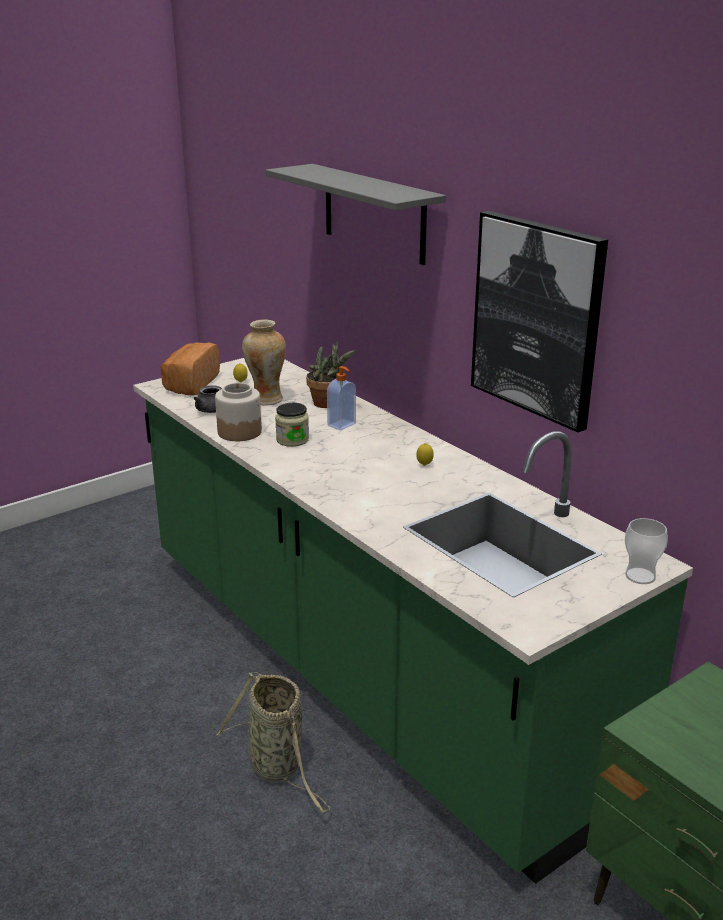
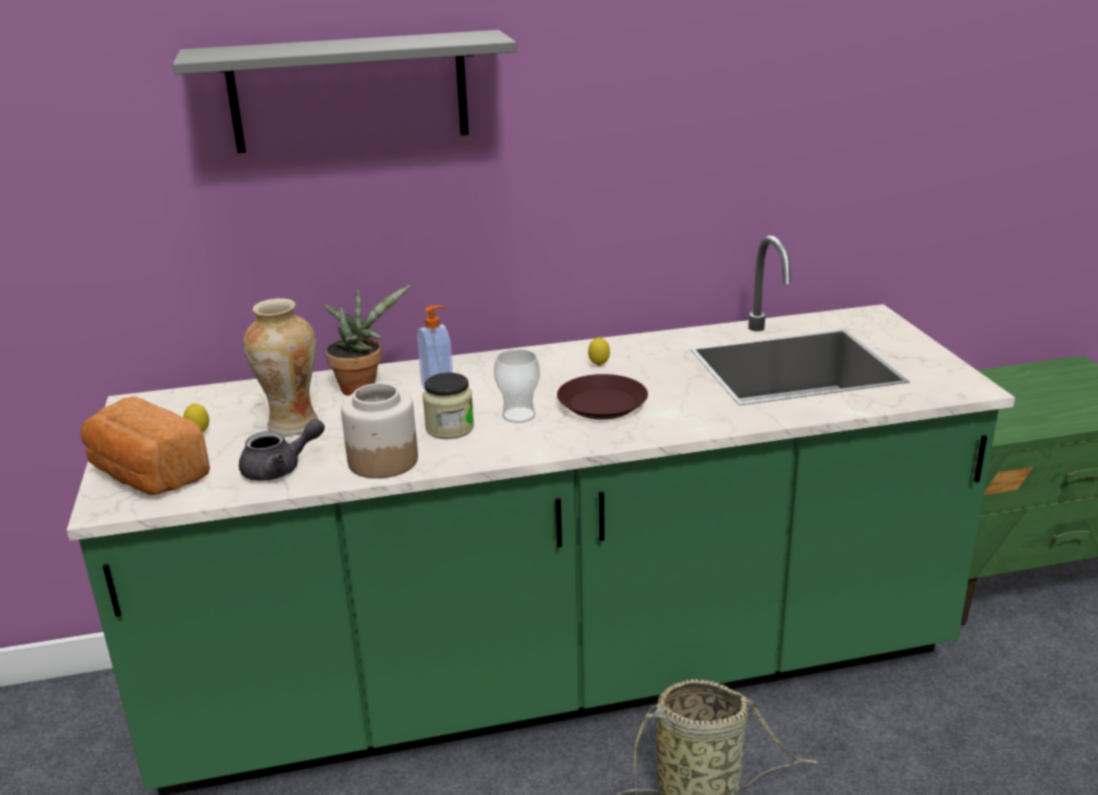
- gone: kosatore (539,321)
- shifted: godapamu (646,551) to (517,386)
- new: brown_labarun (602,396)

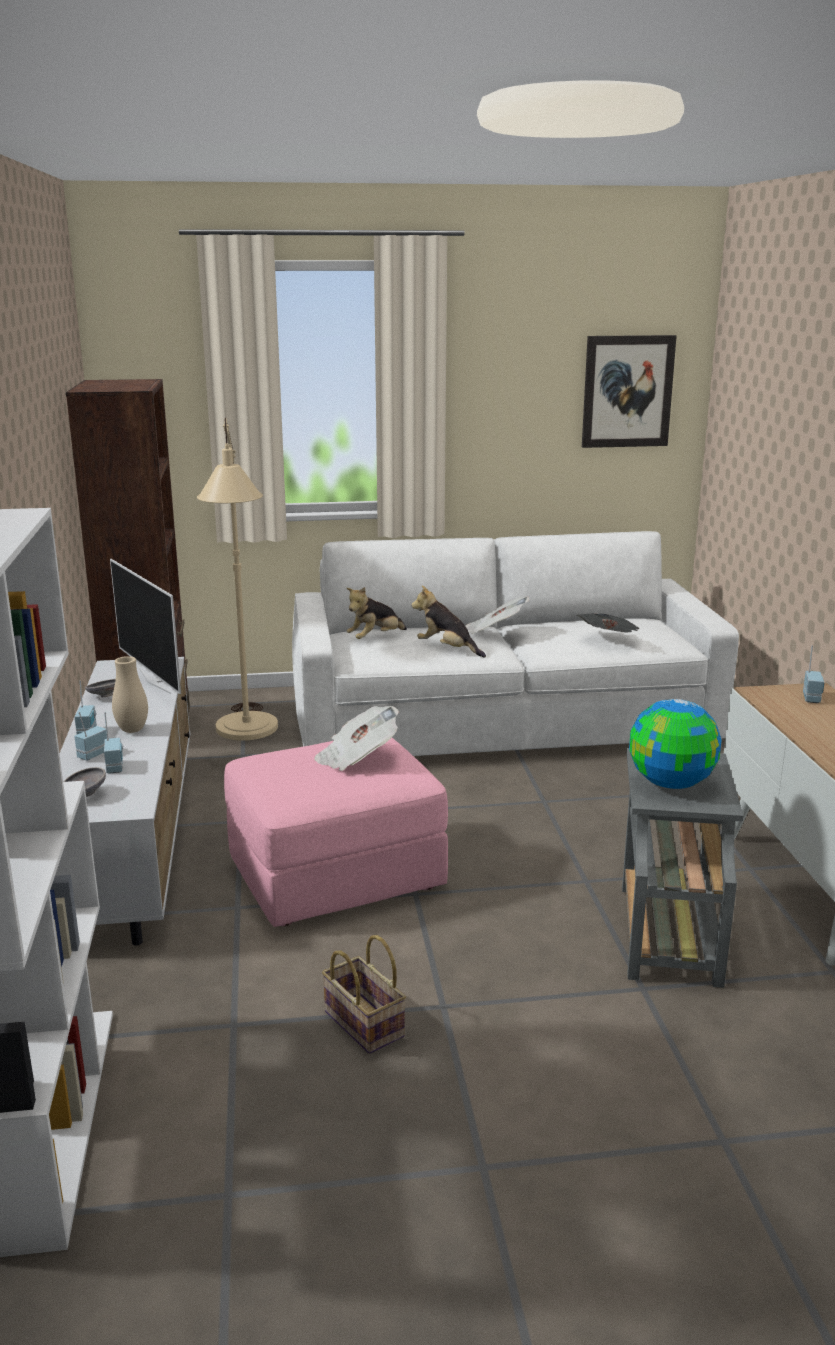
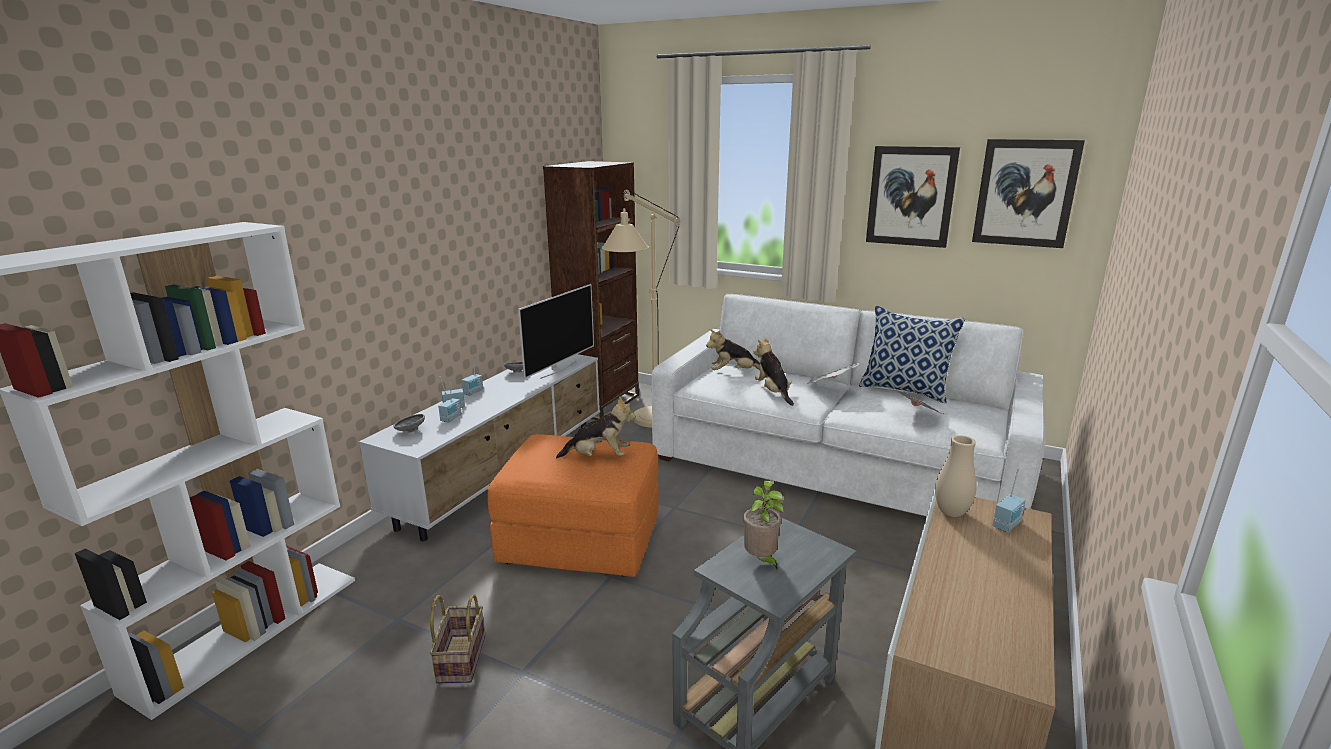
- rotated: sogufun (145,626) = (556,331) 150 degrees counterclockwise
- shifted: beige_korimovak (130,694) to (956,476)
- repainted: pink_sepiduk (336,832) to orange_sepiduk (573,505)
- swapped: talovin (356,738) to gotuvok (596,427)
- swapped: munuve (675,744) to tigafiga (763,525)
- new: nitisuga (912,354)
- new: kosatore (913,197)

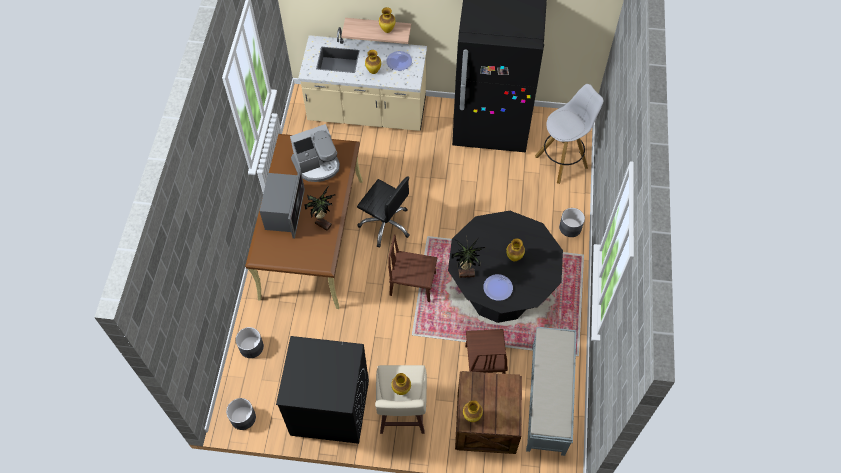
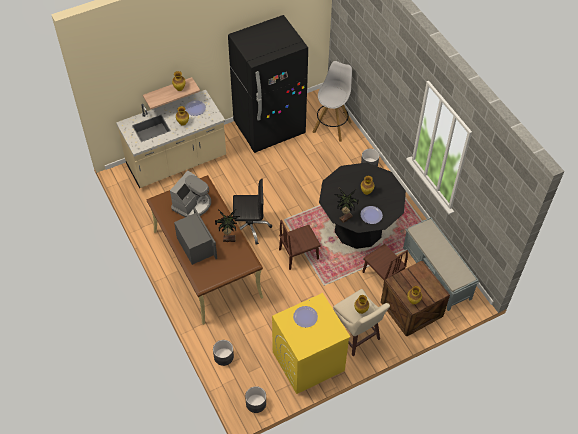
- repainted: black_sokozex (322,390) to yellow_sokozex (311,343)
- new: labarun (305,317)

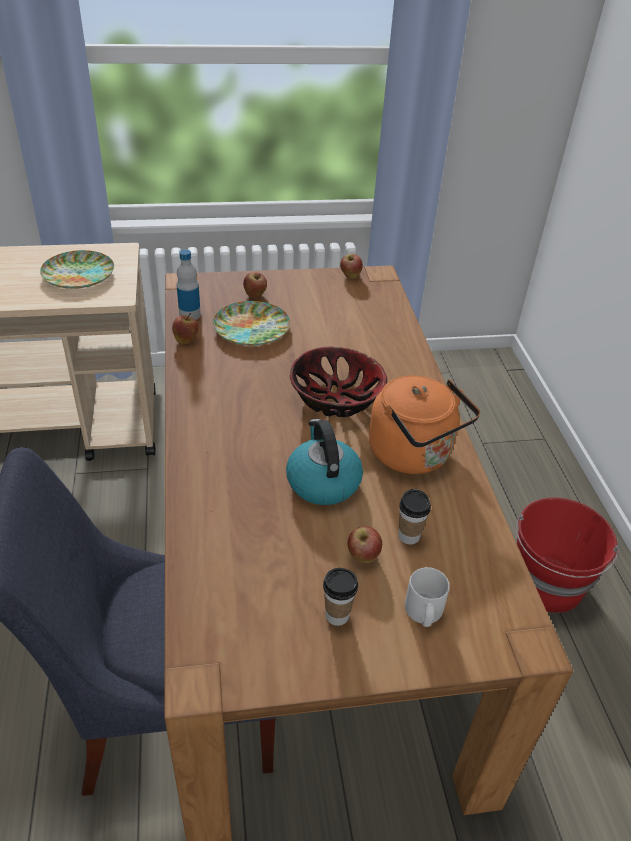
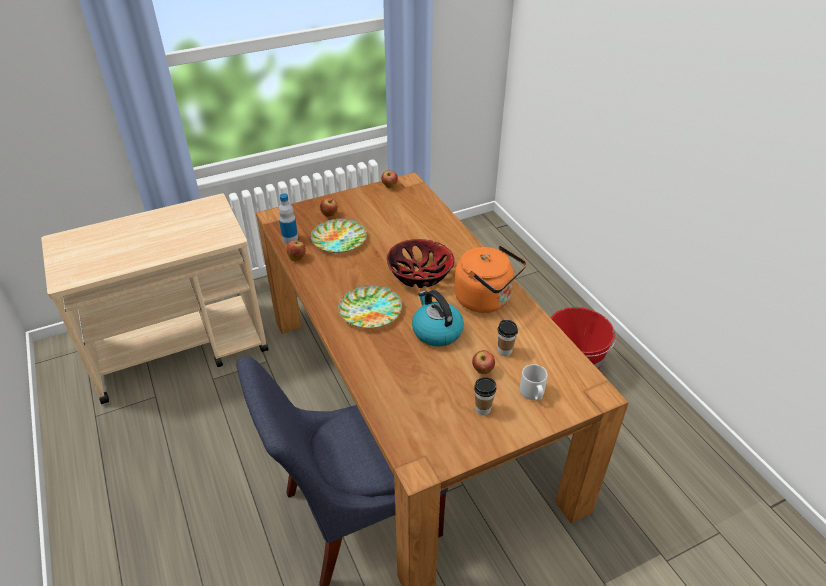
- shifted: labarun (77,269) to (370,307)

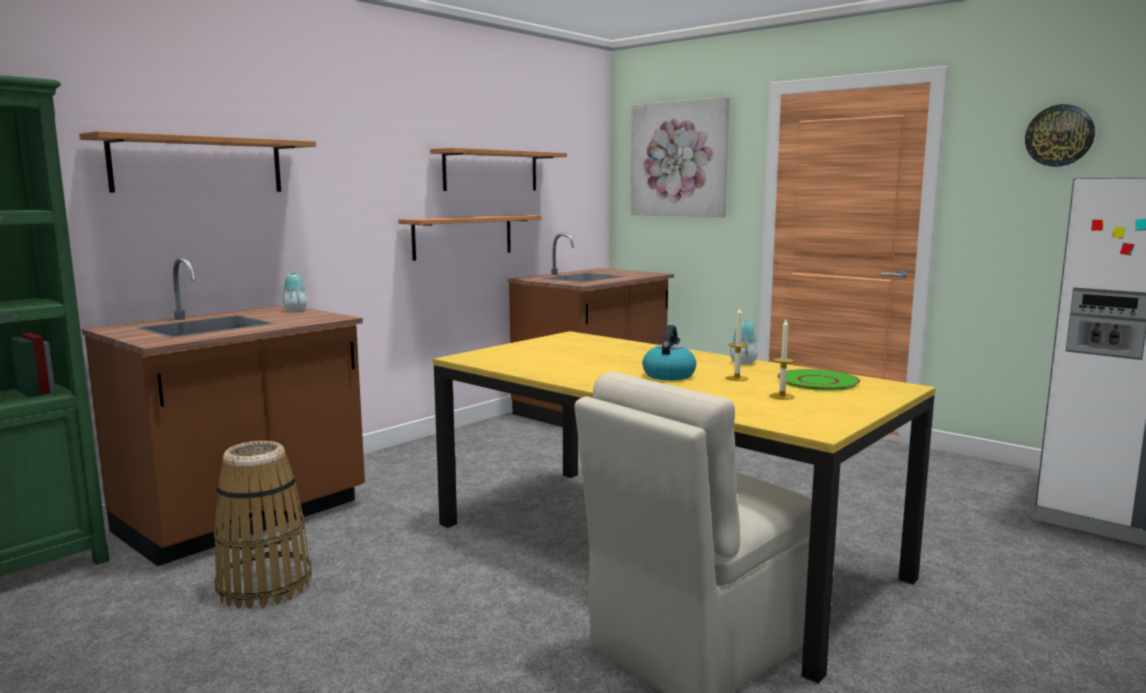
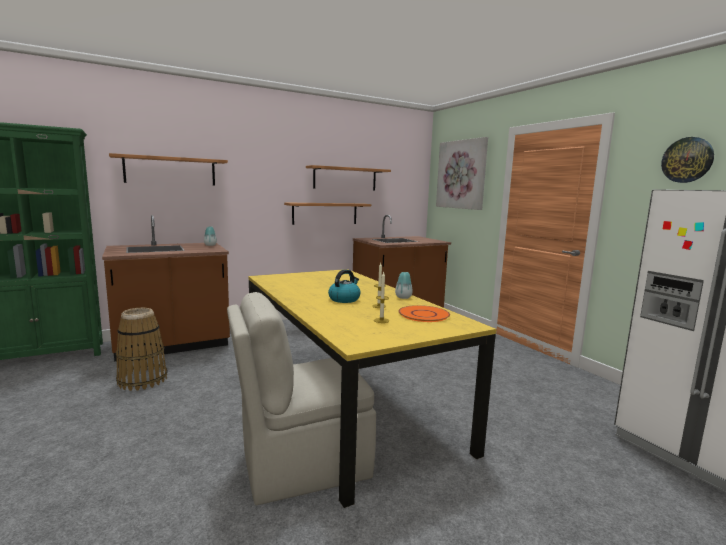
- repainted: green_labarun (818,380) to orange_labarun (424,313)

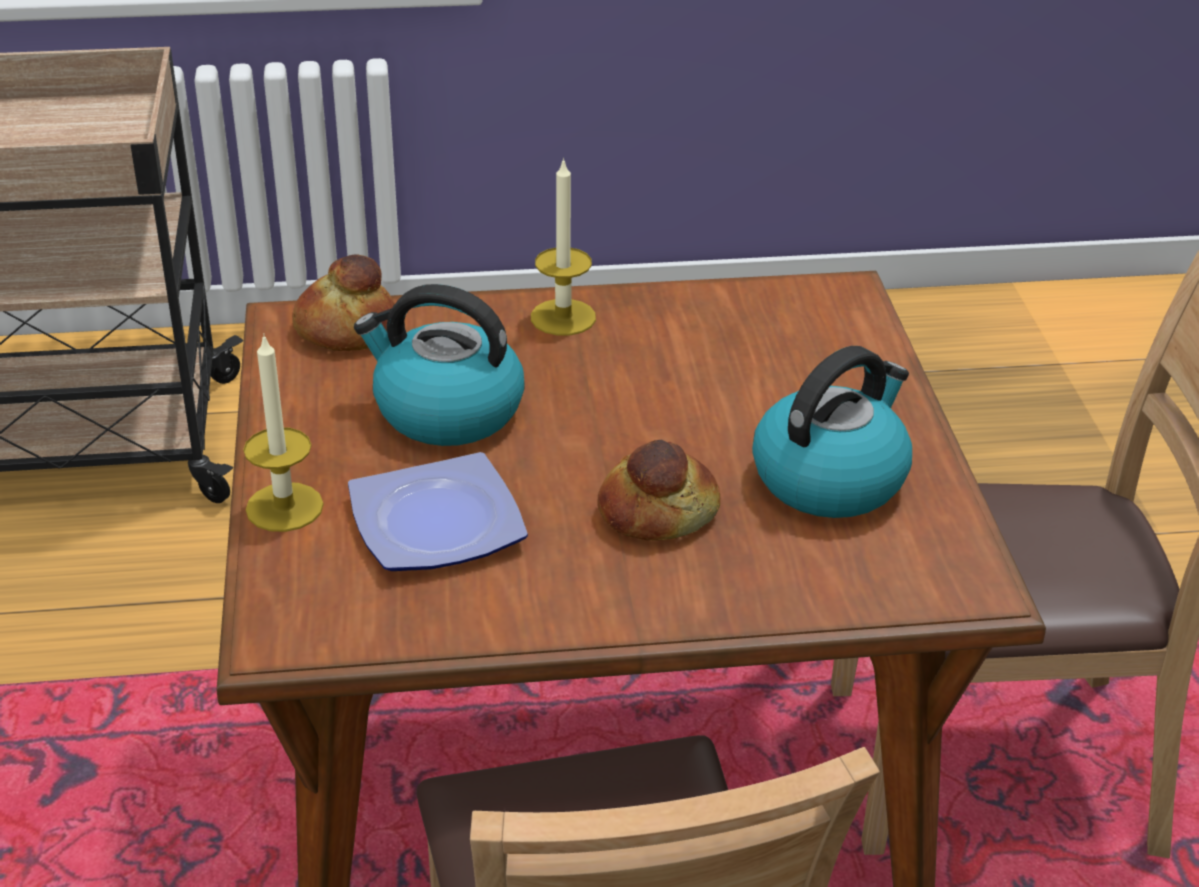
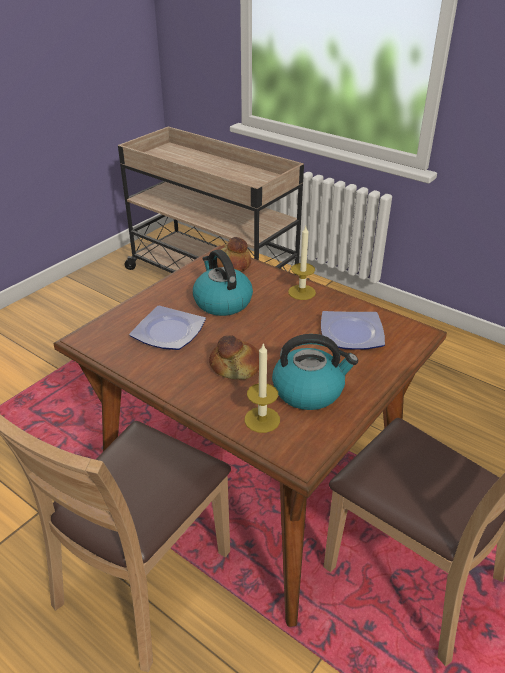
- shifted: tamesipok (283,432) to (262,388)
- new: labarun (353,330)

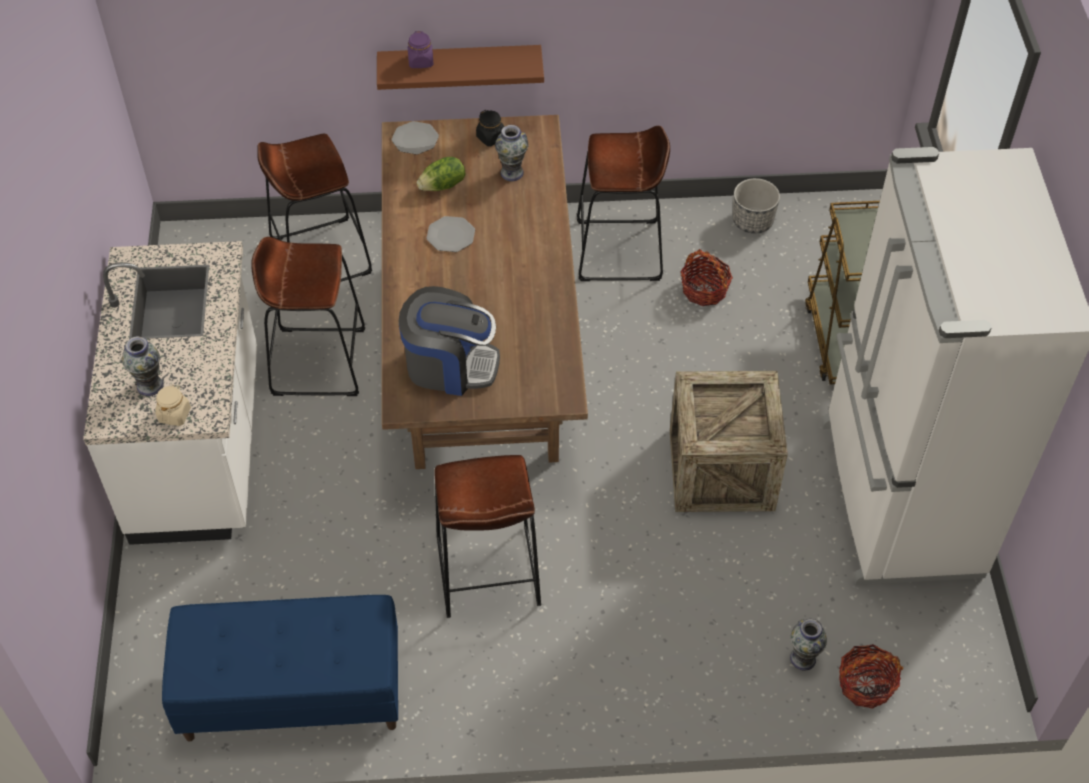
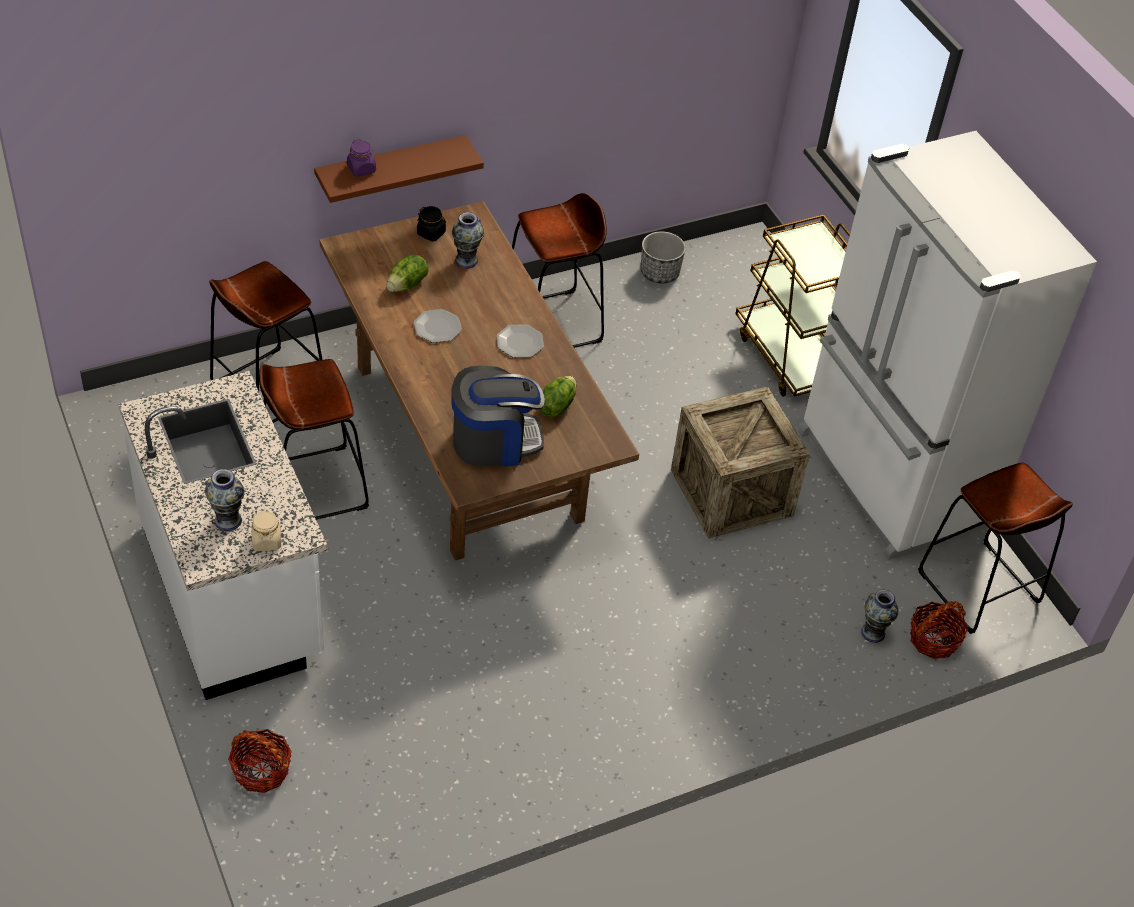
- gone: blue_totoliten (280,668)
- shifted: labarun (415,138) to (520,341)
- shifted: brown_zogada (487,536) to (995,548)
- shifted: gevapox (707,277) to (260,761)
- new: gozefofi (556,396)

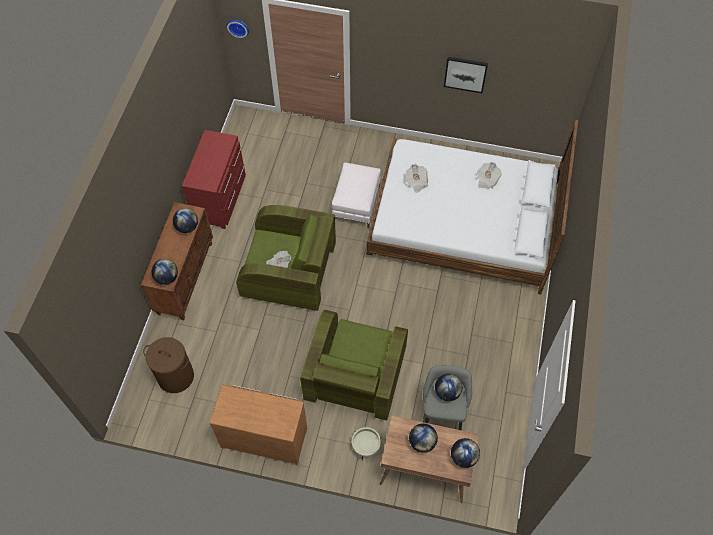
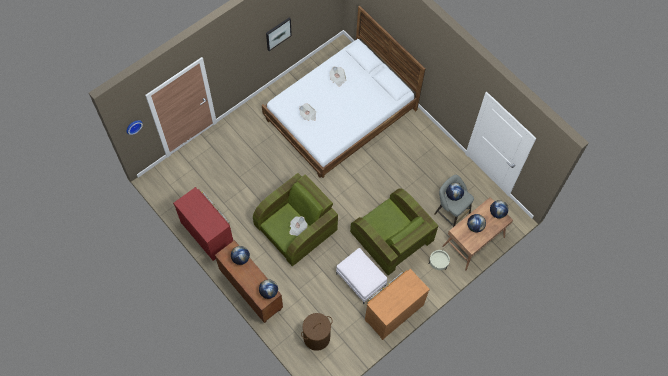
- shifted: white_sepiduk (356,195) to (361,276)

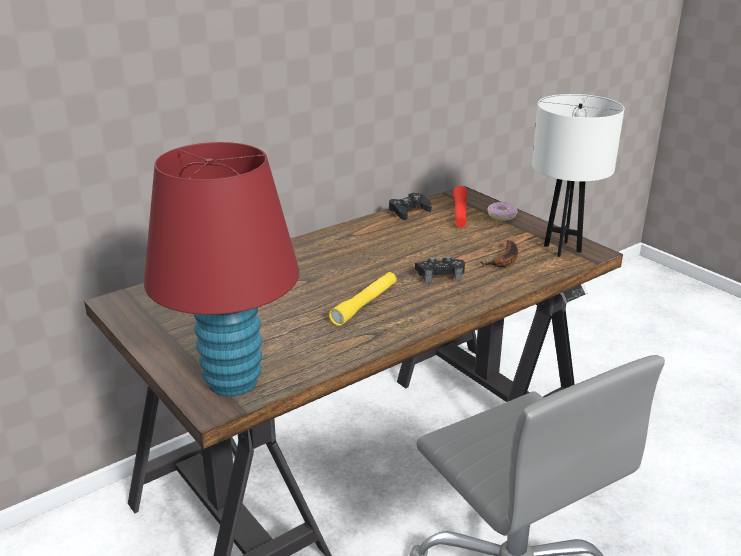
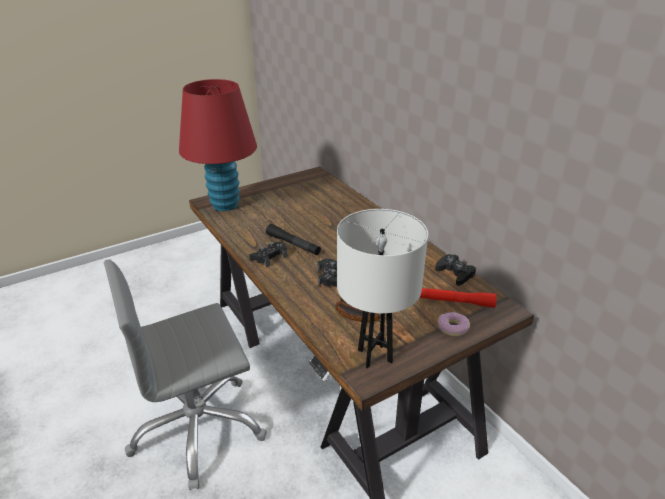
- repainted: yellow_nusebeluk (363,299) to black_nusebeluk (293,239)
- new: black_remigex (268,254)

